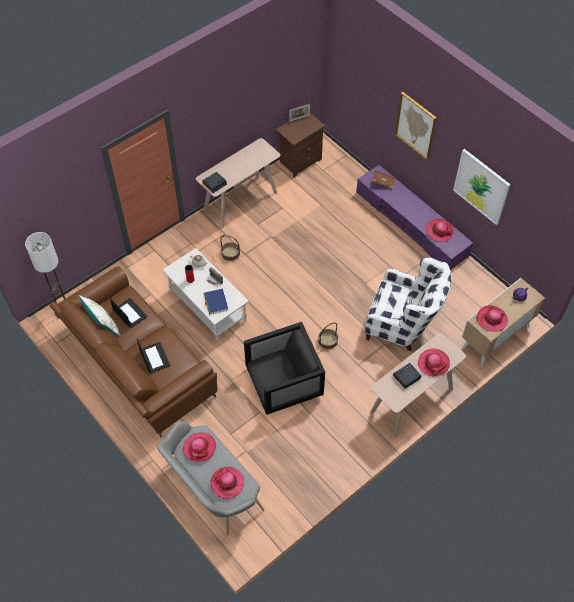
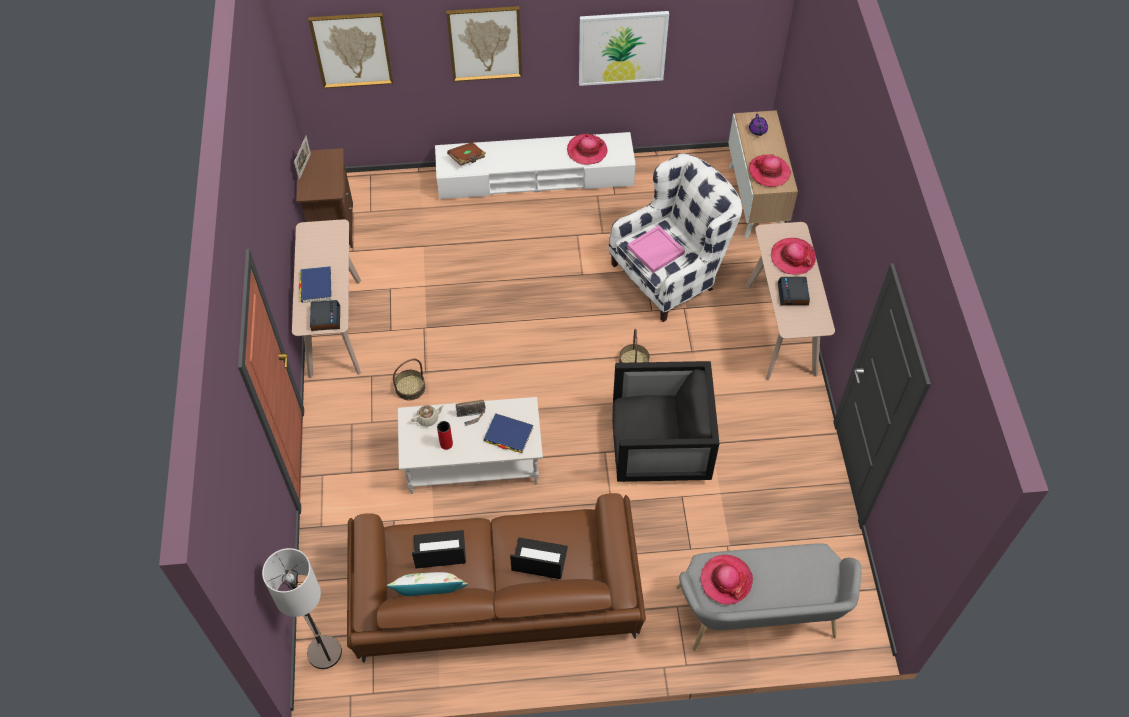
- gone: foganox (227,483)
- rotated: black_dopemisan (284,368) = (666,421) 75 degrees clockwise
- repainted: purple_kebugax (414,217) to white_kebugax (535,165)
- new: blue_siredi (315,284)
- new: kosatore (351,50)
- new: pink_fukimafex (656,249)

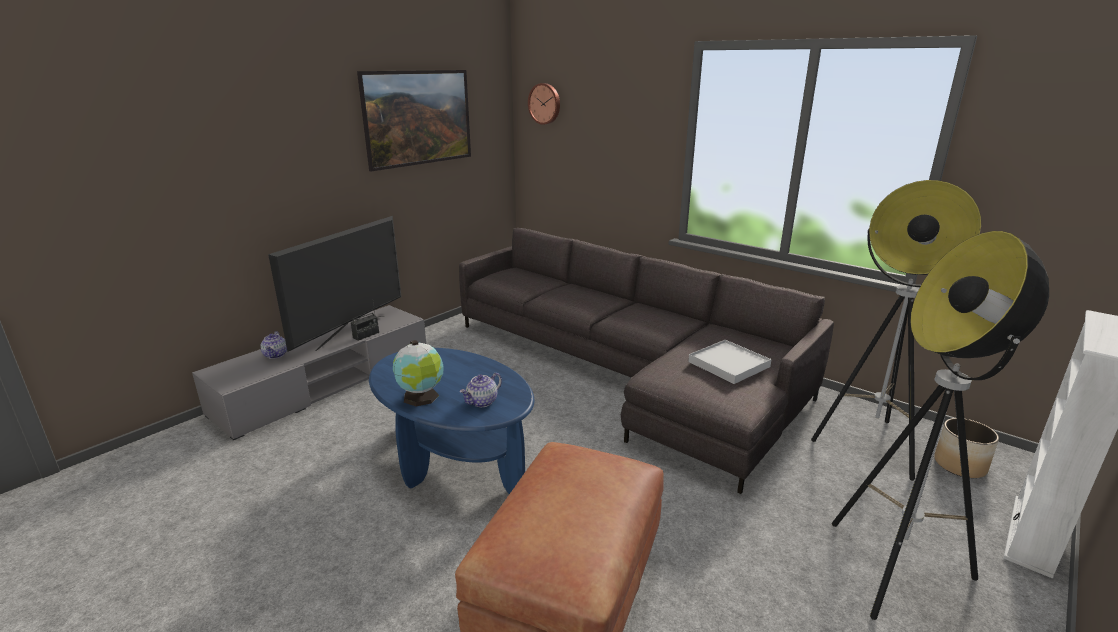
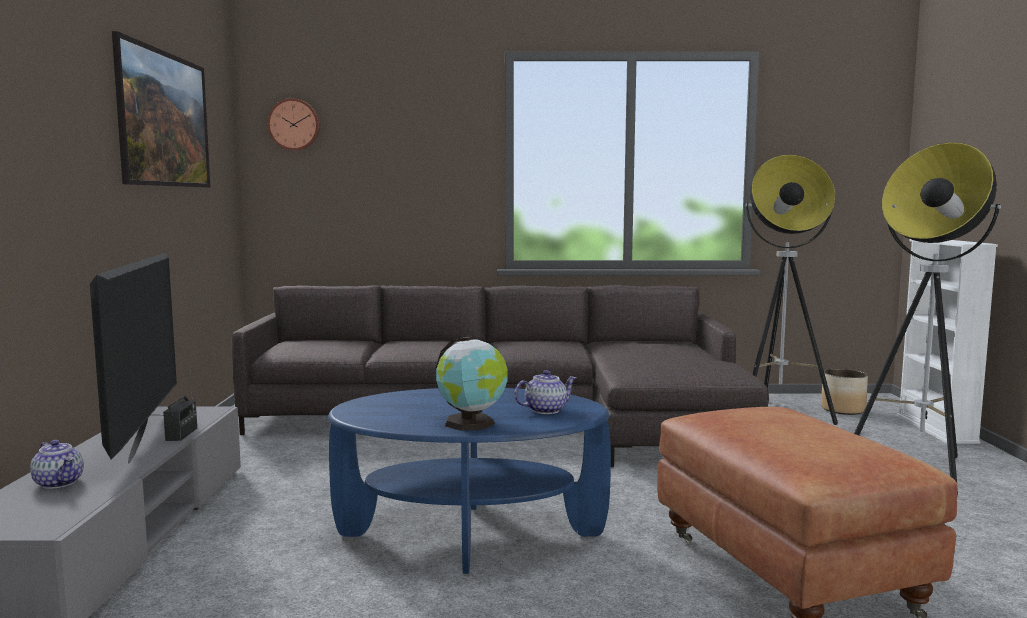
- rotated: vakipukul (481,390) = (545,392) 120 degrees counterclockwise
- gone: white_fukimafex (730,362)

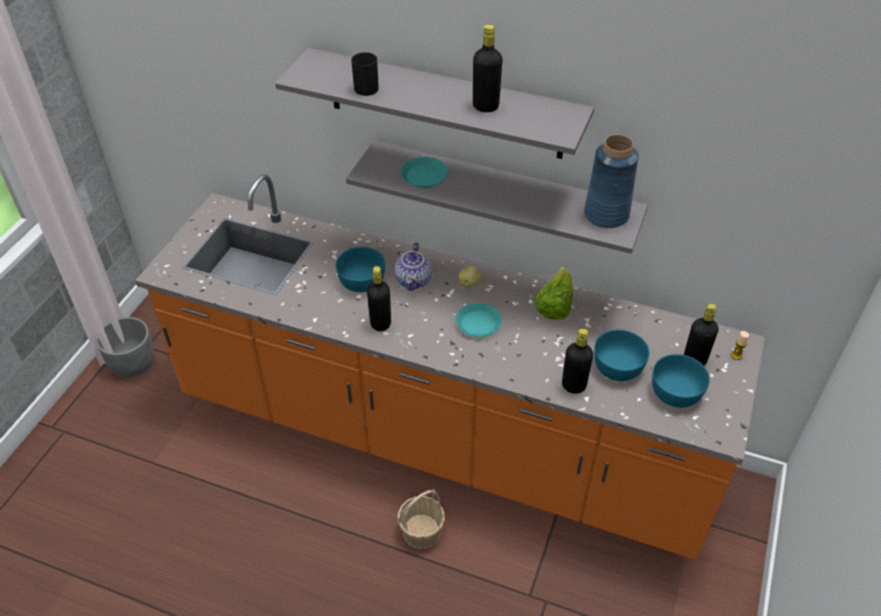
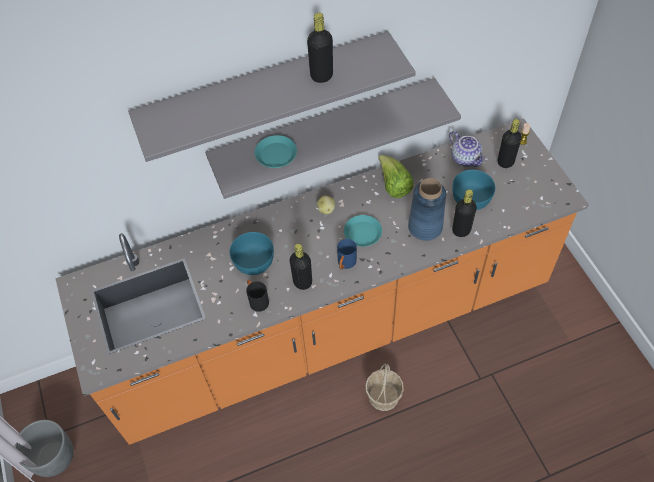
- shifted: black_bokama (365,74) to (257,296)
- shifted: vakipukul (413,266) to (468,149)
- shifted: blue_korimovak (611,181) to (427,209)
- gone: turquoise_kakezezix (681,381)
- new: blue_bokama (347,254)

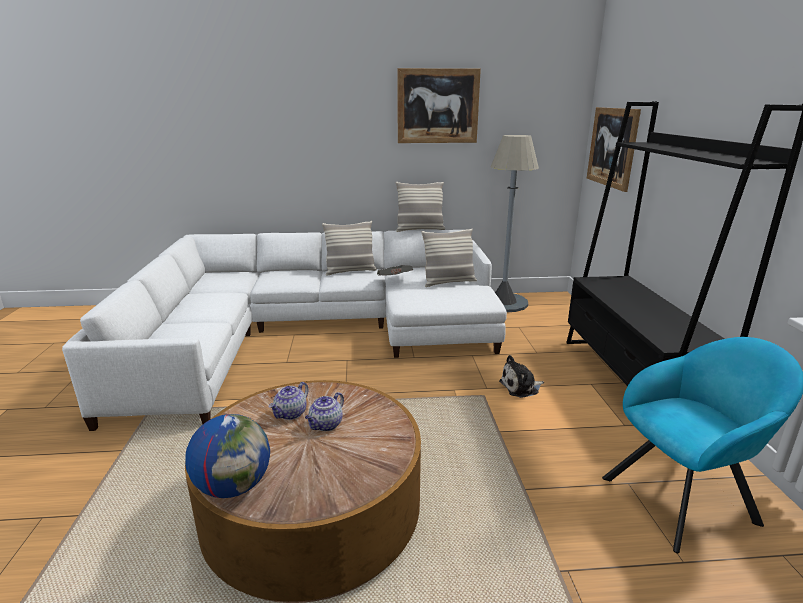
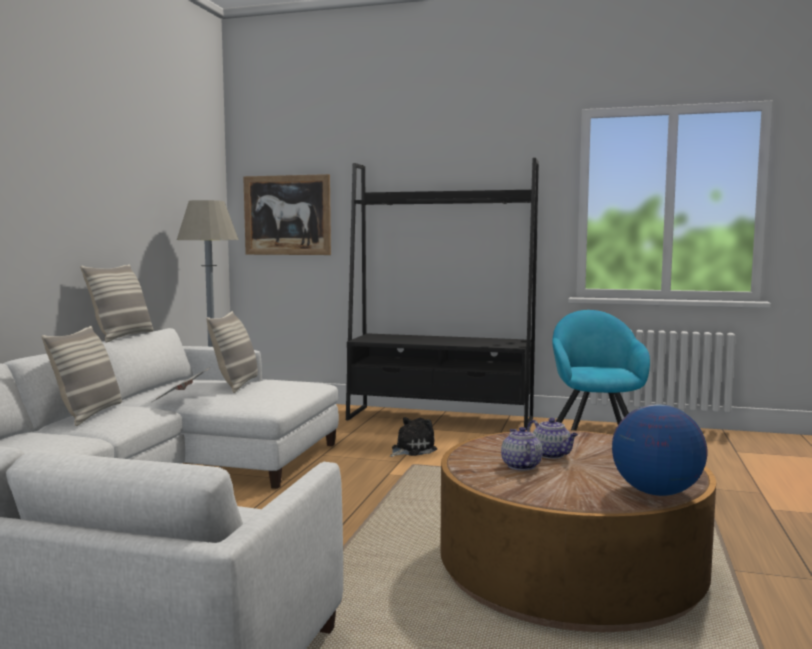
- rotated: vakipukul (289,401) = (522,448) 150 degrees counterclockwise
- gone: kosatore (439,105)
- rotated: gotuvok (521,376) = (413,437) 135 degrees counterclockwise

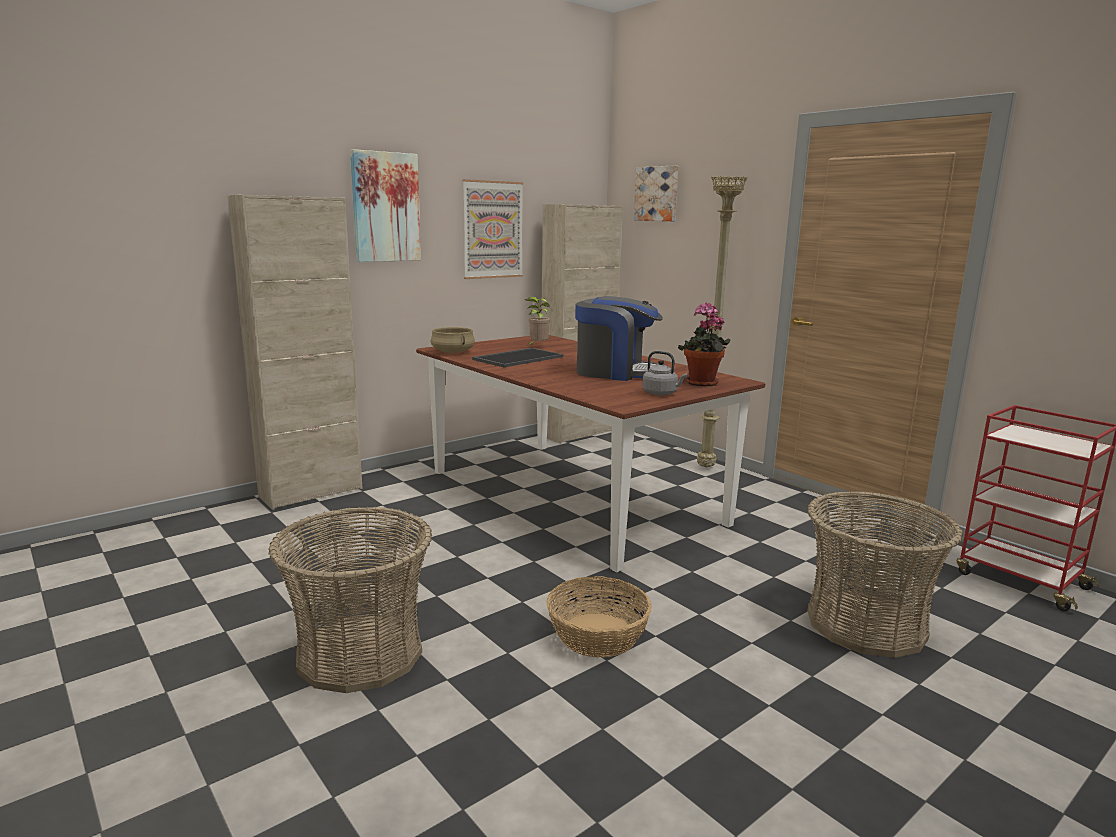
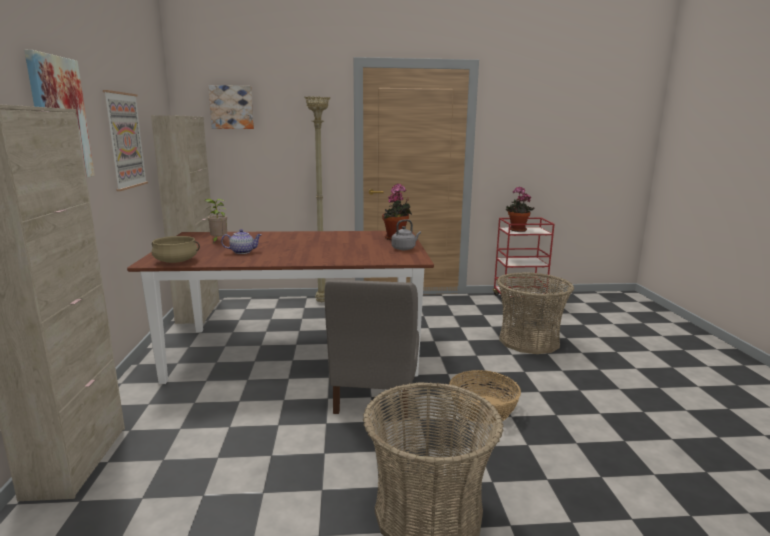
- swapped: fukimafex (517,357) to vakipukul (241,241)
- gone: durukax (619,338)
- new: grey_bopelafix (371,348)
- new: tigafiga (520,209)

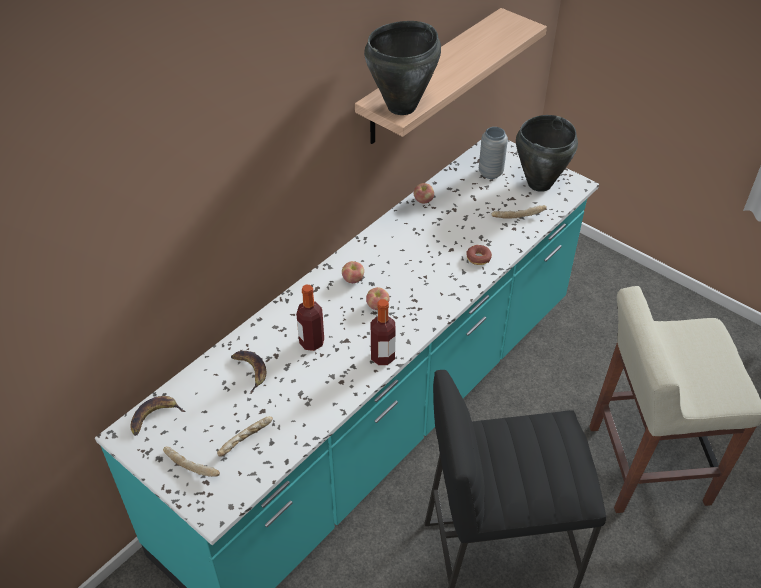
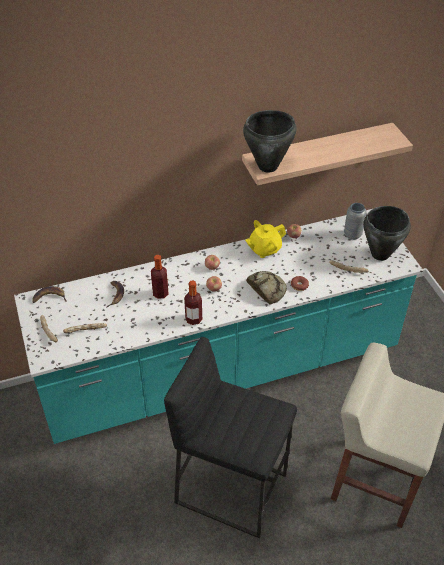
- new: yellow_vakipukul (265,239)
- new: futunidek (266,288)

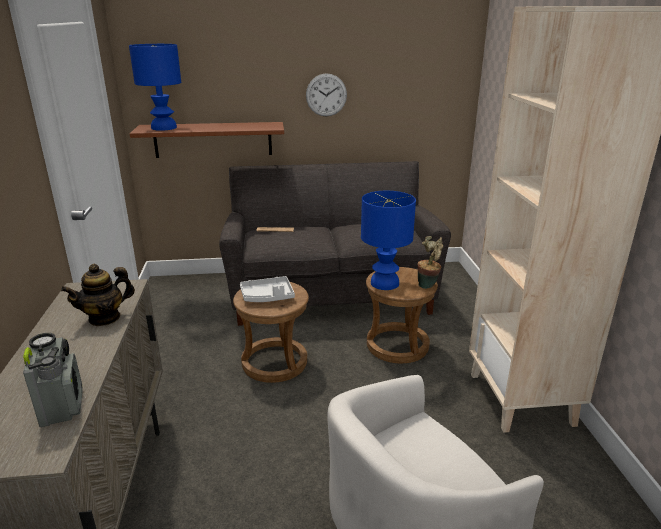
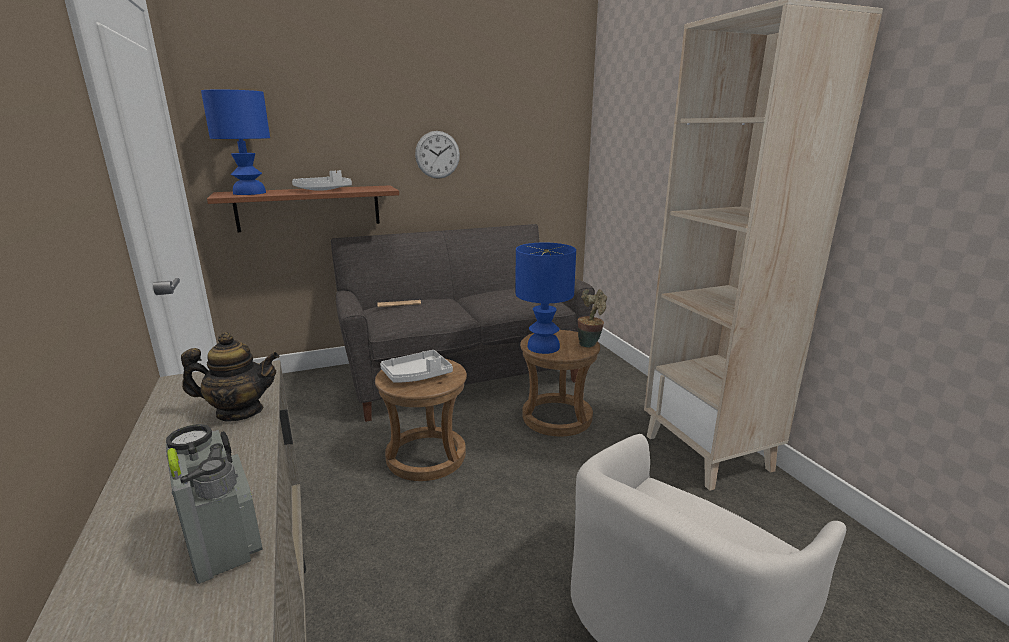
- rotated: vakipukul (98,295) = (230,377) 135 degrees counterclockwise
- new: grey_fukimafex (322,180)

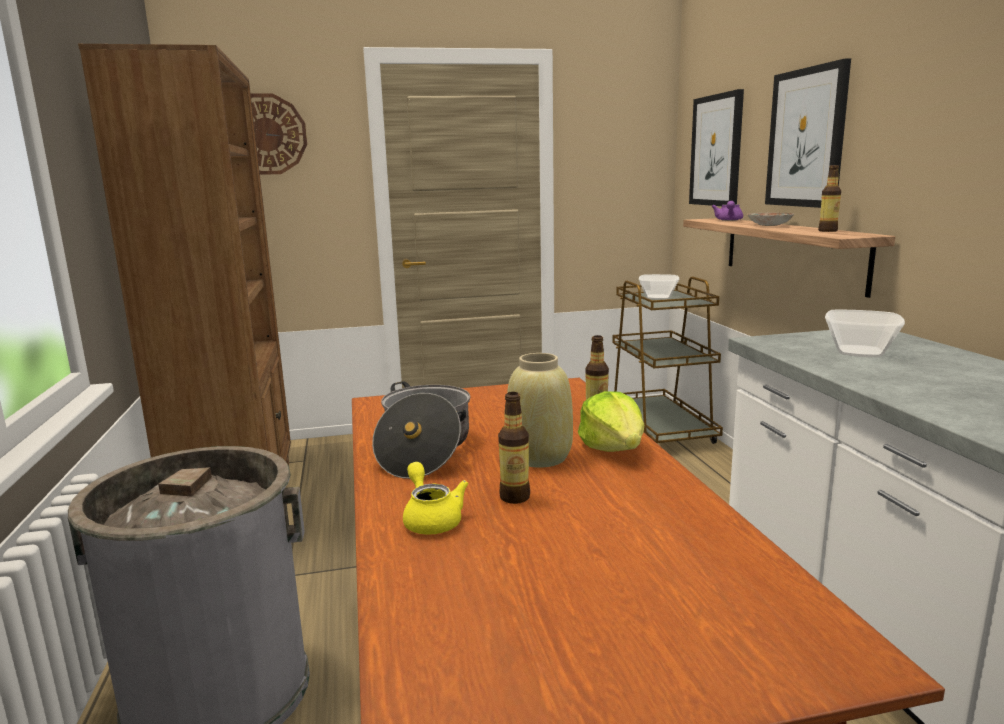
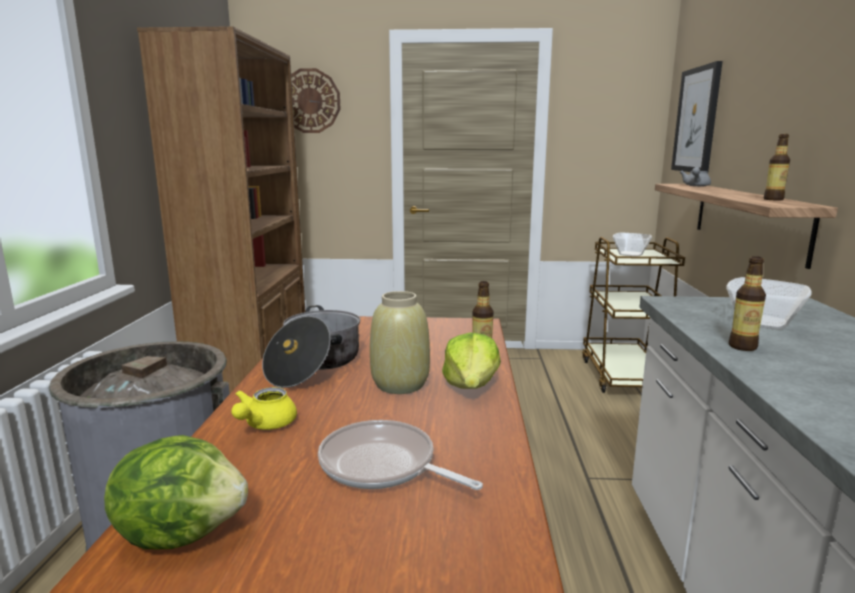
- rotated: yellow_vakipukul (435,498) = (264,408) 150 degrees counterclockwise
- shifted: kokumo (514,448) to (747,303)
- repainted: purple_vakipukul (727,211) to grey_vakipukul (695,176)
- gone: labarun (770,219)
- gone: kosatore (808,133)
- new: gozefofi (176,492)
- new: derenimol (400,455)

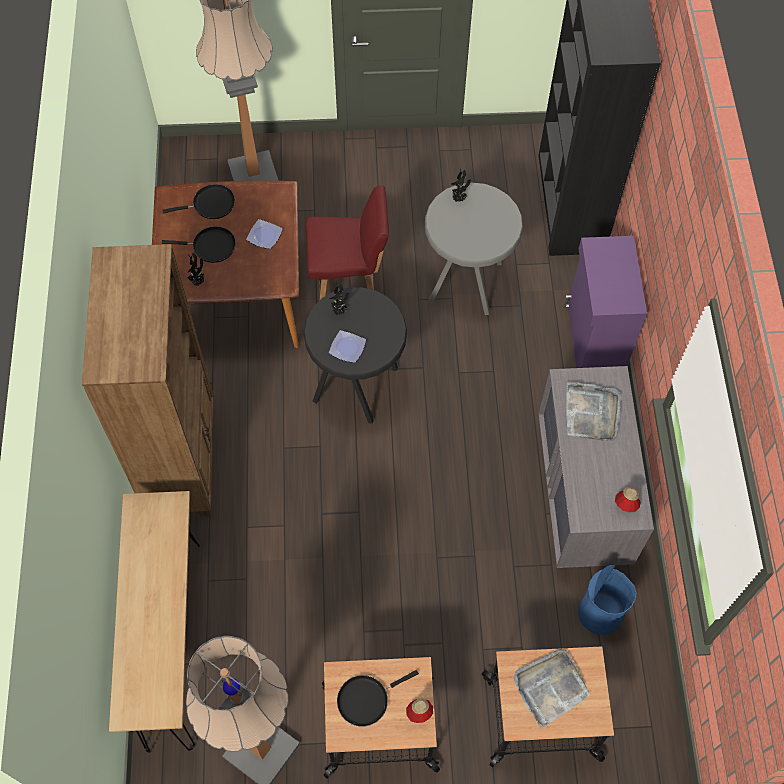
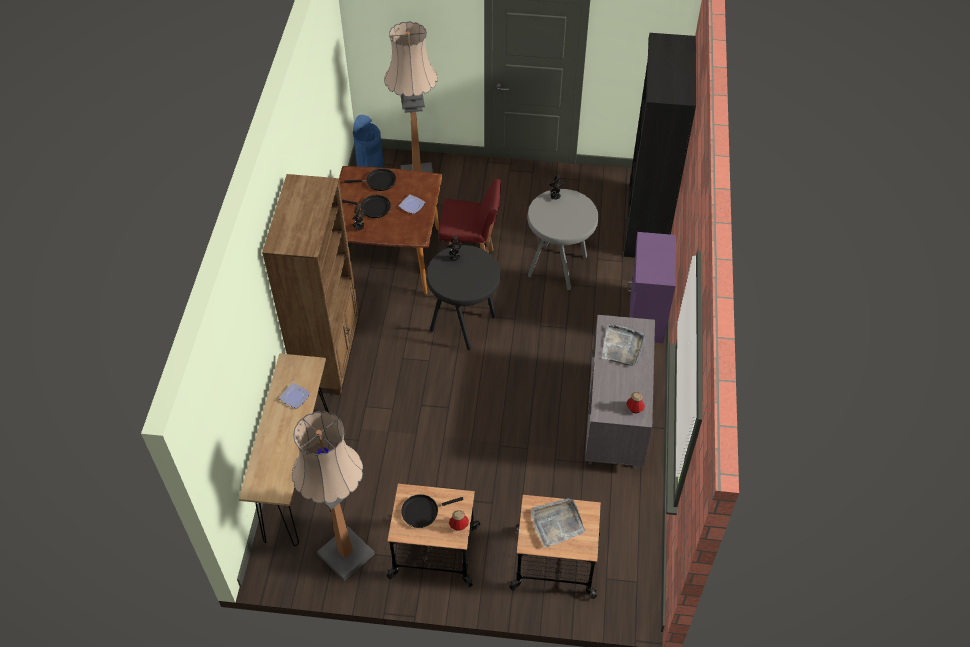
- shifted: labarun (347,346) to (294,396)
- shifted: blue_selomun (607,600) to (368,141)

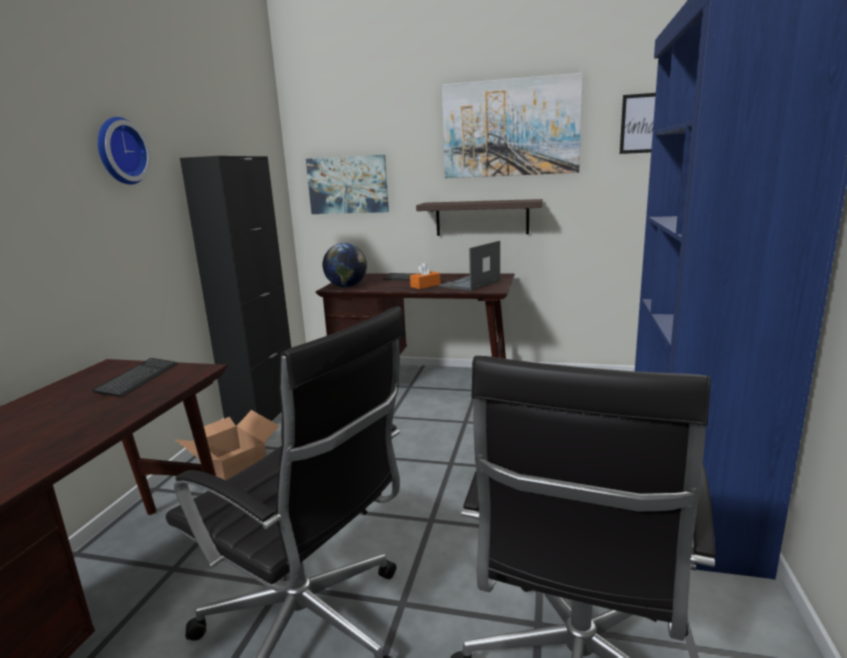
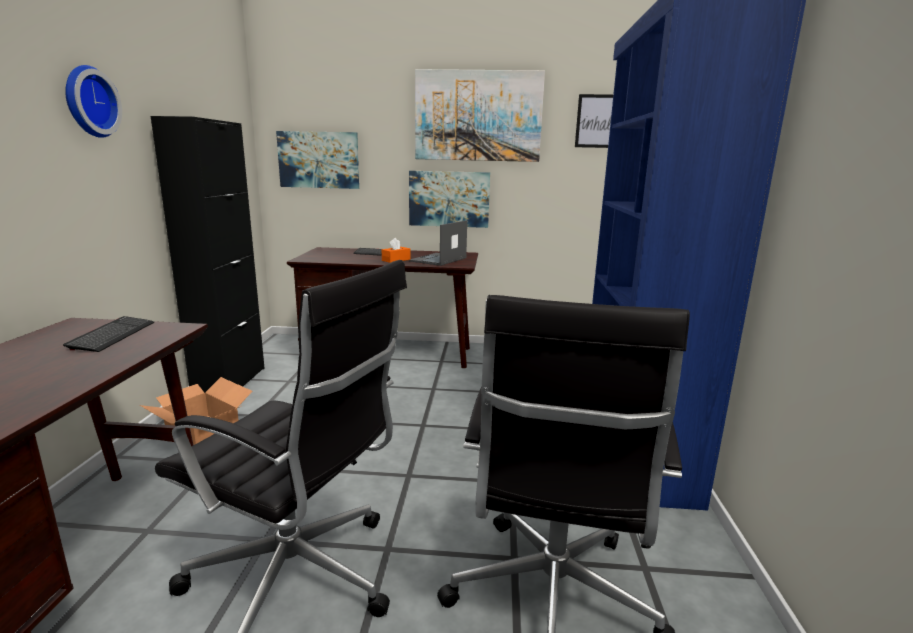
- gone: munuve (345,265)
- swapped: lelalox (479,217) to kosatore (449,199)

